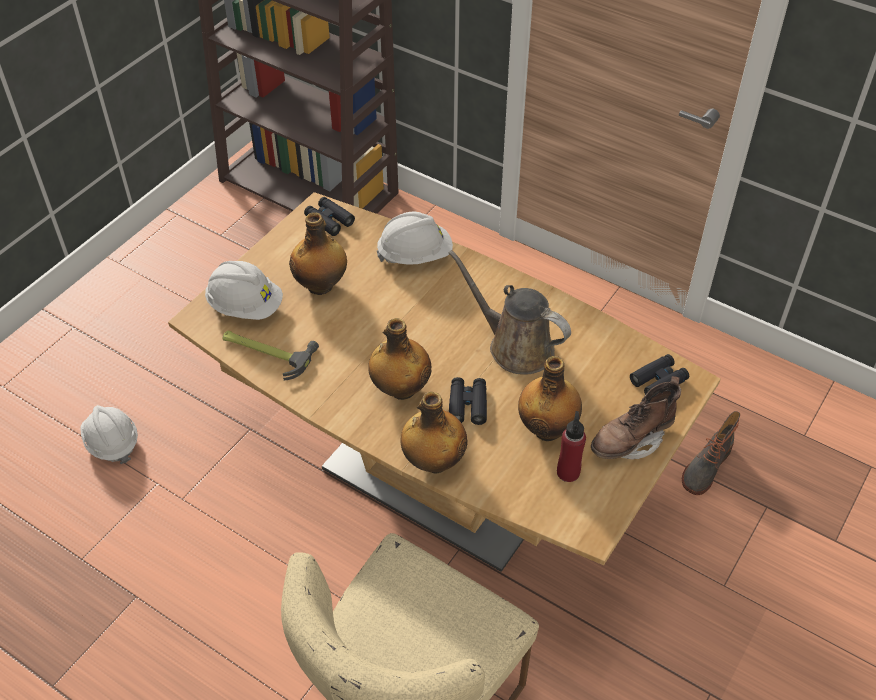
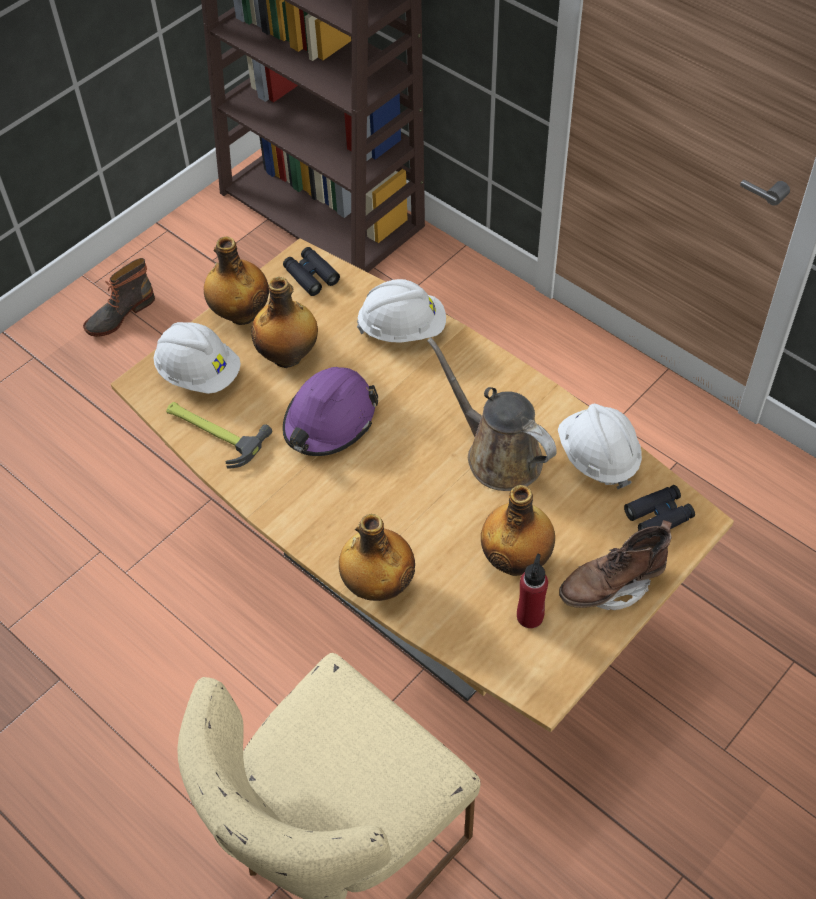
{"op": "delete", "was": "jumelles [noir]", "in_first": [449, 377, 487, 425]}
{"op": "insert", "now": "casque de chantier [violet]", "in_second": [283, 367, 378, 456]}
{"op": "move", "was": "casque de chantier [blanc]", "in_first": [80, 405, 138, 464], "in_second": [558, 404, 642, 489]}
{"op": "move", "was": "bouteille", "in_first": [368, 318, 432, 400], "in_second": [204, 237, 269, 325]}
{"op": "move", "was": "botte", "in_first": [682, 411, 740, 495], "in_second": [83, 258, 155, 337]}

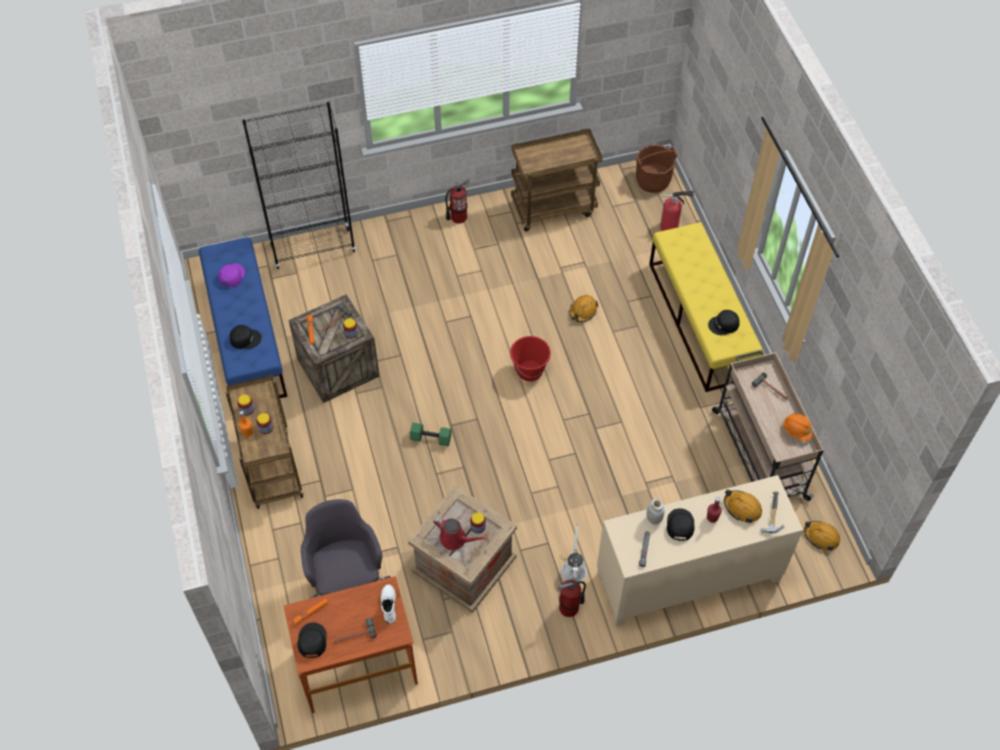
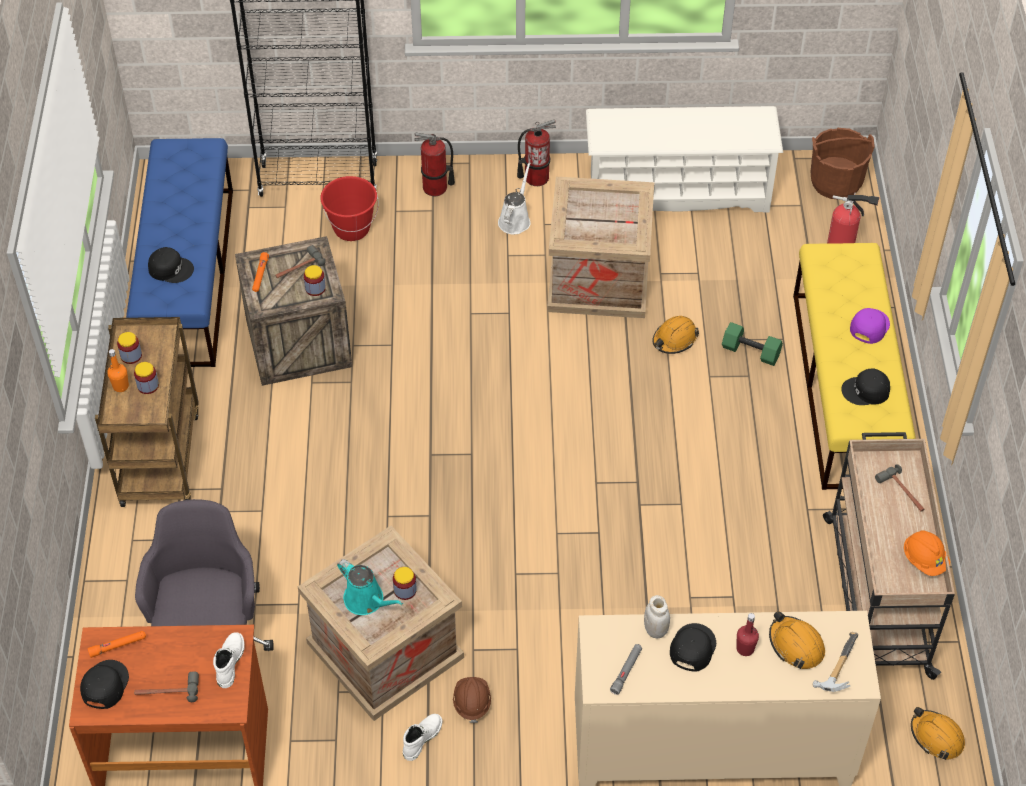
{"op": "insert", "now": "botte [blanc]", "in_second": [403, 714, 443, 761]}
{"op": "insert", "now": "casque de chantier [marron]", "in_second": [453, 677, 491, 723]}
{"op": "insert", "now": "caisse", "in_second": [547, 177, 654, 318]}
{"op": "move", "was": "casquette [violet]", "in_first": [218, 263, 245, 288], "in_second": [850, 308, 890, 344]}
{"op": "move", "was": "haltère [vert]", "in_first": [410, 423, 452, 446], "in_second": [722, 322, 783, 366]}
{"op": "move", "was": "seau [rouge]", "in_first": [510, 336, 551, 382], "in_second": [320, 176, 379, 241]}
{"op": "move", "was": "extincteur", "in_first": [557, 580, 586, 617], "in_second": [414, 132, 455, 196]}
{"op": "move", "was": "arrosoir [blanc]", "in_first": [561, 524, 587, 582], "in_second": [498, 162, 530, 234]}
{"op": "replace", "was": "chariot [marron]", "now": "étagère à chaussures [blanc]", "in_first": [511, 129, 603, 232], "in_second": [586, 106, 783, 213]}
{"op": "recolor", "was": "arrosoir [rouge]", "now": "arrosoir [turquoise]", "in_first": [433, 517, 487, 550], "in_second": [337, 559, 403, 615]}

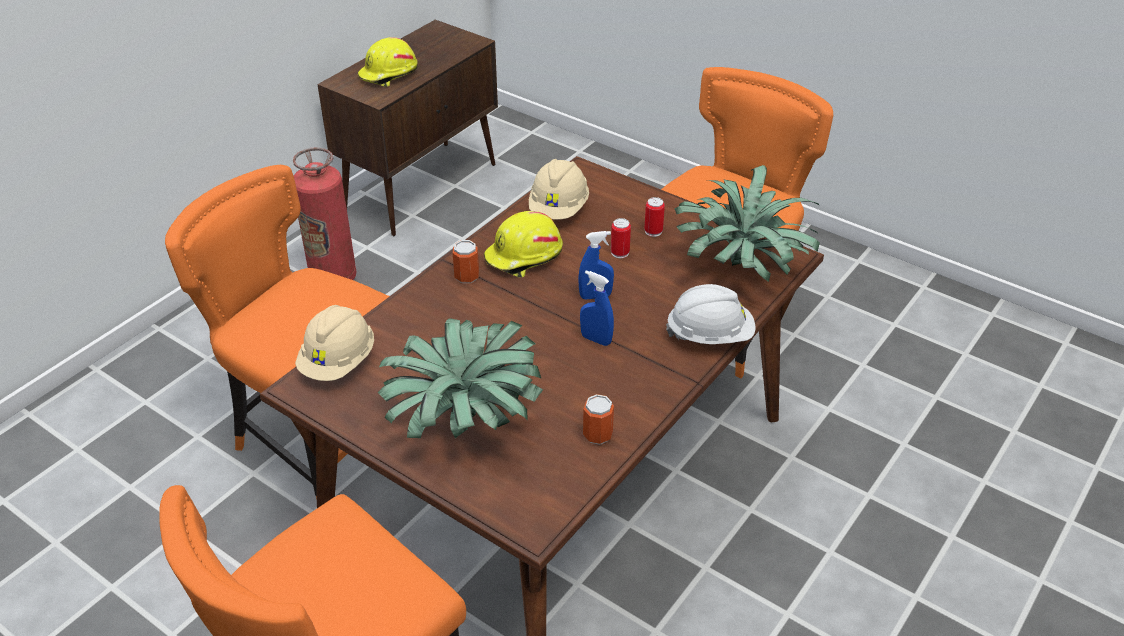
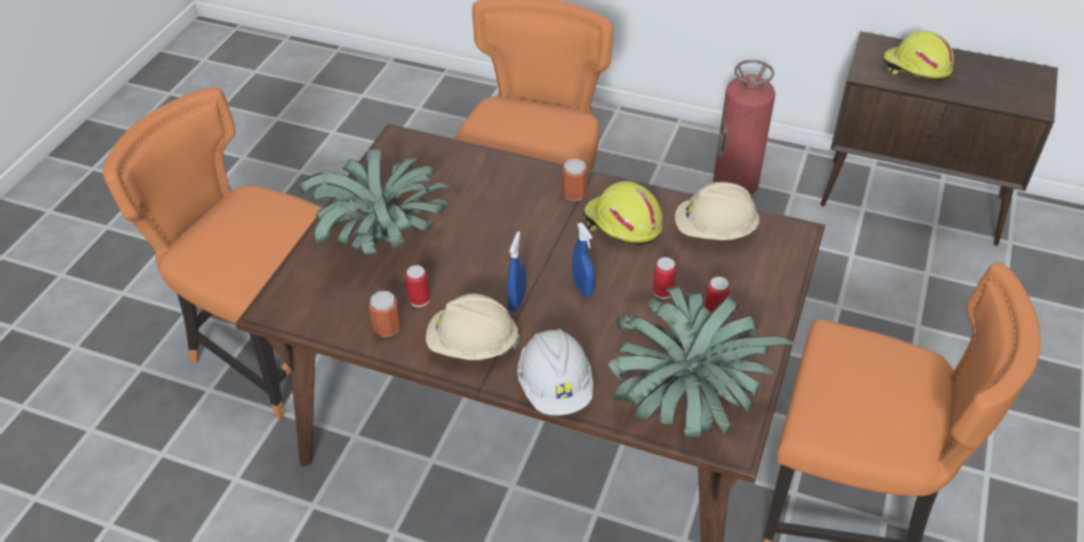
{"op": "insert", "now": "boîte métallique", "in_second": [405, 265, 430, 307]}
{"op": "move", "was": "casque de chantier [beige]", "in_first": [295, 305, 374, 381], "in_second": [426, 294, 520, 360]}

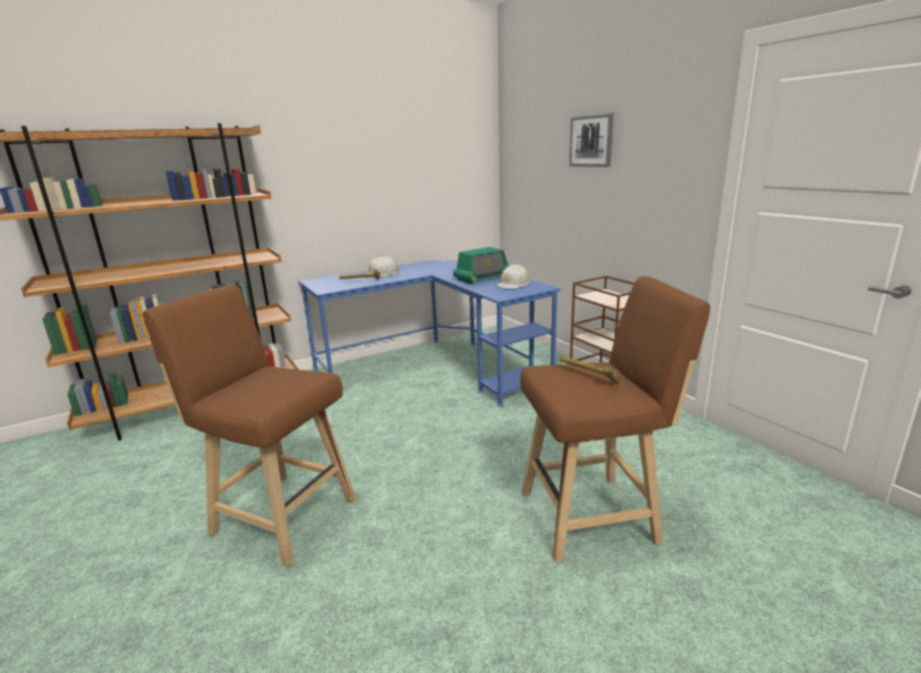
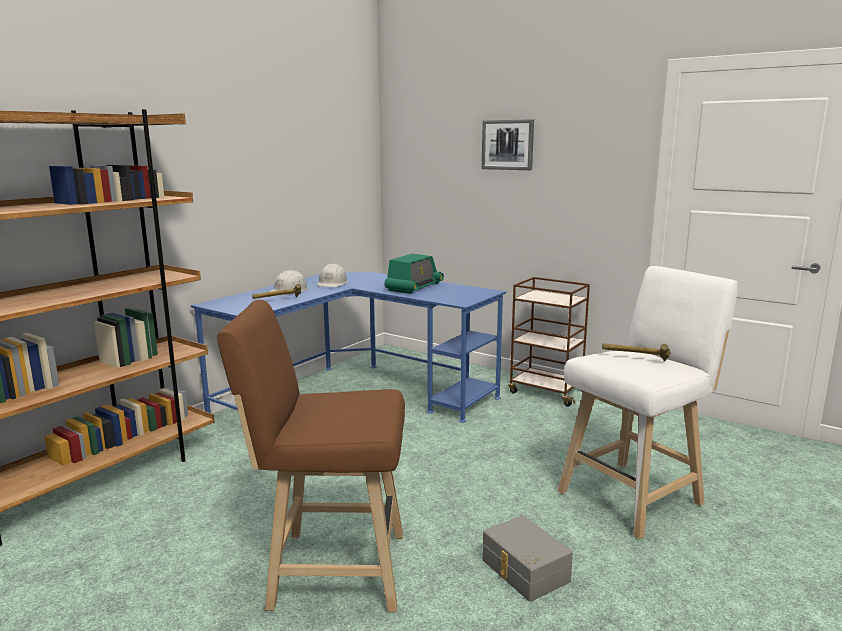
{"op": "insert", "now": "boîte de rangement [gris]", "in_second": [482, 515, 573, 602]}
{"op": "move", "was": "casque de chantier [blanc]", "in_first": [497, 264, 530, 289], "in_second": [318, 264, 348, 287]}
{"op": "recolor", "was": "tabouret [marron]", "now": "tabouret [blanc]", "in_first": [520, 276, 710, 563], "in_second": [558, 266, 738, 539]}

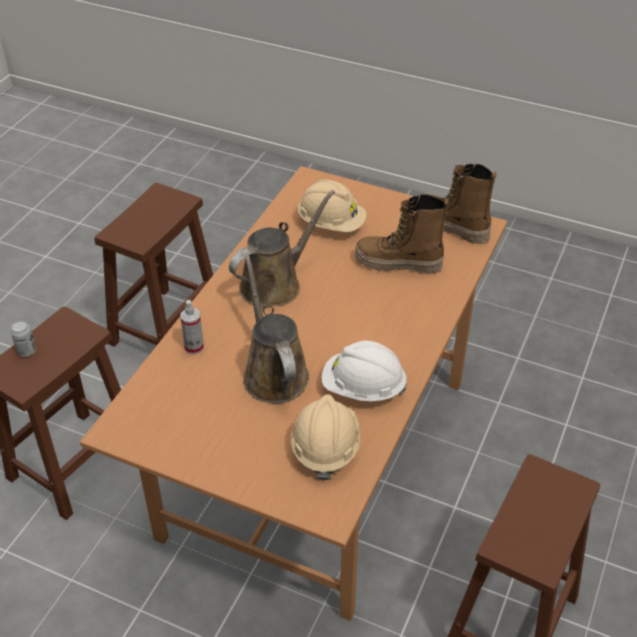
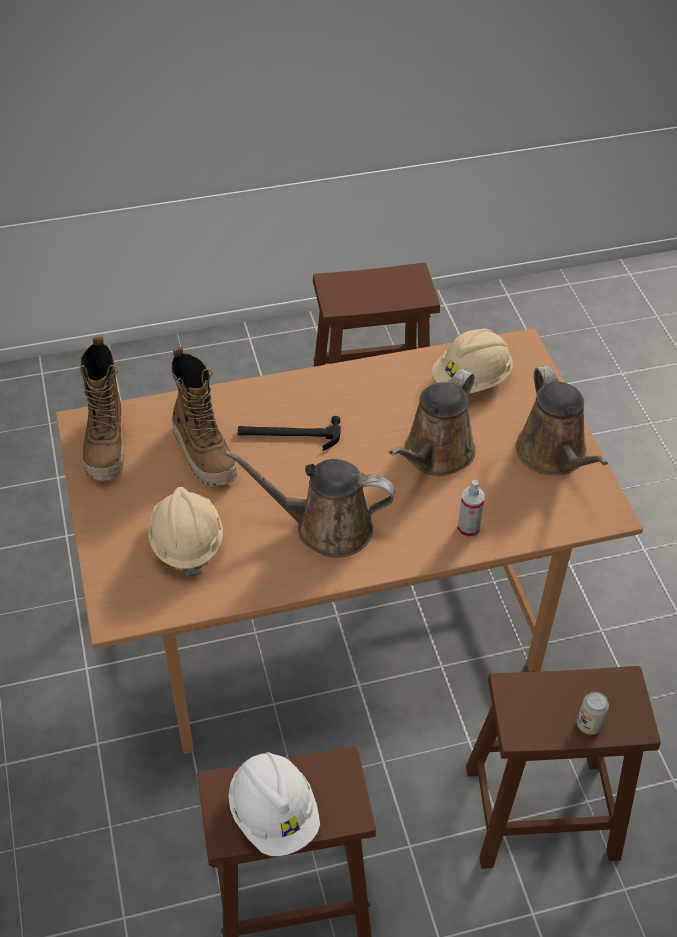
{"op": "insert", "now": "marteau", "in_second": [238, 416, 341, 451]}
{"op": "insert", "now": "arrosoir [marron]", "in_second": [516, 365, 608, 475]}
{"op": "move", "was": "casque de chantier [blanc]", "in_first": [322, 341, 407, 401], "in_second": [229, 752, 320, 856]}

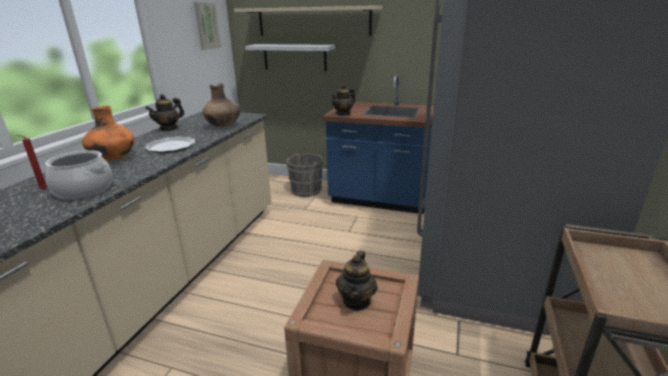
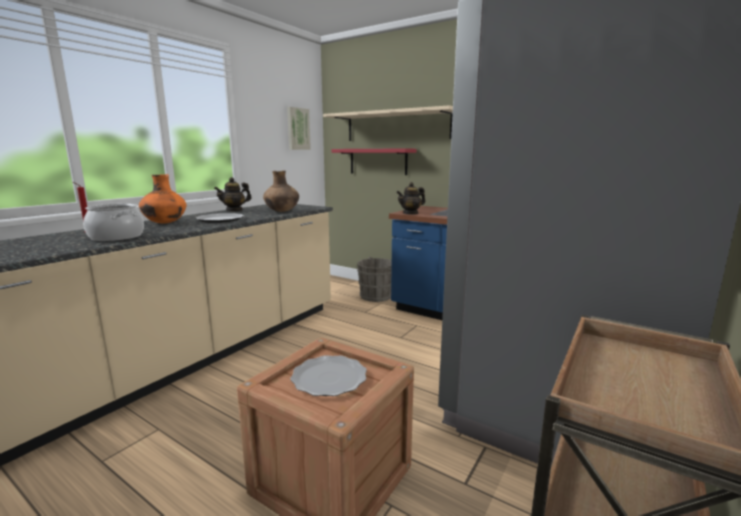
{"op": "replace", "was": "théière", "now": "assiette", "in_first": [336, 251, 378, 311], "in_second": [290, 355, 367, 396]}
{"op": "recolor", "was": "étagère [blanc]", "now": "étagère [rouge]", "in_first": [245, 44, 335, 72], "in_second": [331, 148, 416, 175]}

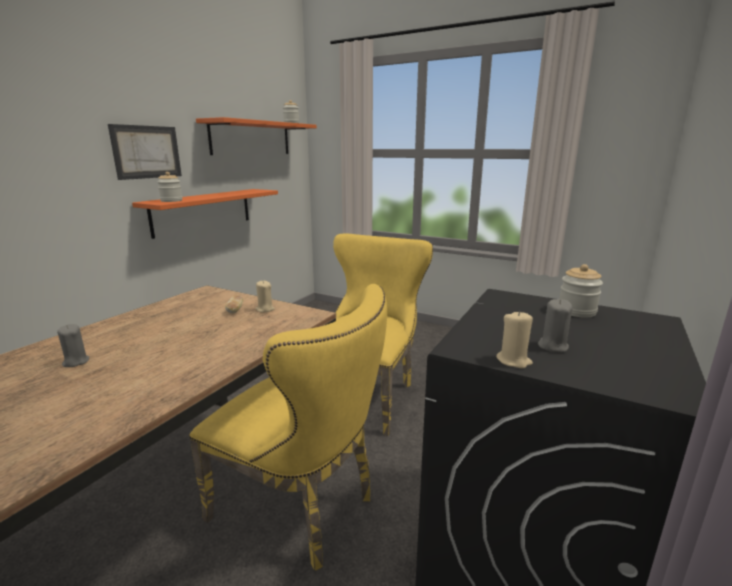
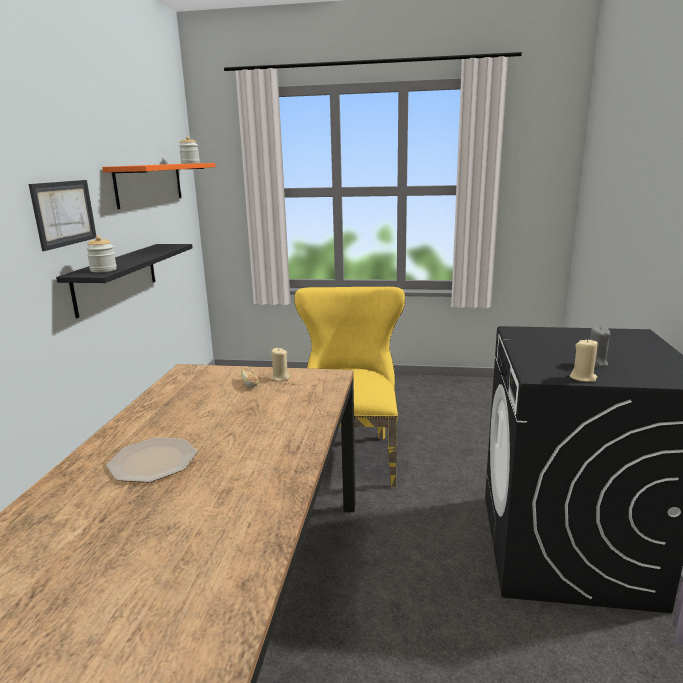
{"op": "delete", "was": "chaise [jaune]", "in_first": [189, 284, 387, 571]}
{"op": "delete", "was": "bocal", "in_first": [559, 264, 603, 317]}
{"op": "replace", "was": "bougie [gris]", "now": "assiette", "in_first": [57, 324, 89, 367], "in_second": [106, 438, 197, 483]}
{"op": "recolor", "was": "étagère [orange]", "now": "étagère [noir]", "in_first": [132, 189, 278, 239], "in_second": [56, 244, 193, 318]}

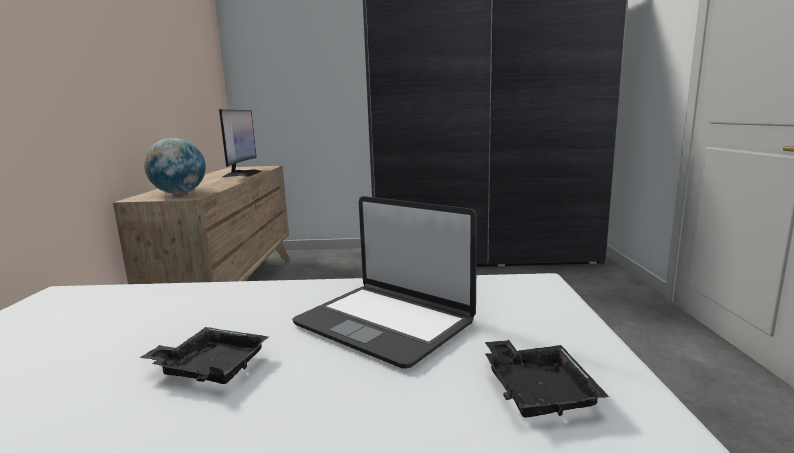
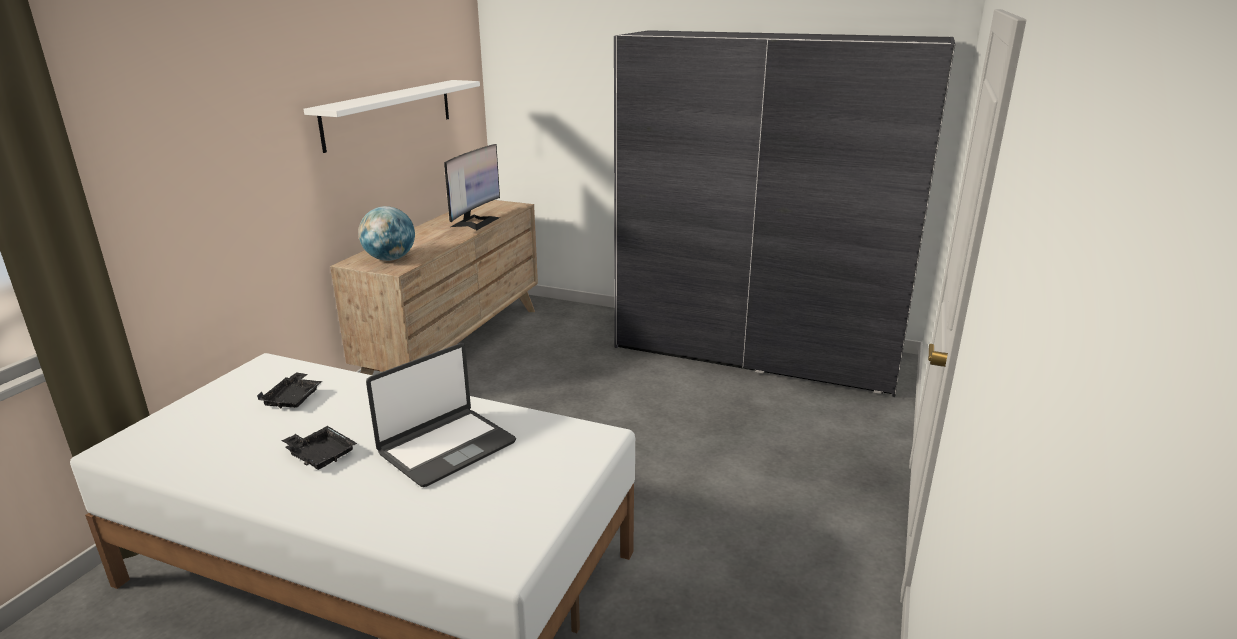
{"op": "insert", "now": "étagère [blanc]", "in_second": [303, 80, 480, 153]}
{"op": "move", "was": "plateau [noir]", "in_first": [485, 340, 609, 417], "in_second": [257, 372, 322, 409]}
{"op": "rotate", "was": "ordinateur portable", "in_first": [292, 196, 477, 368], "in_second": [366, 343, 516, 487], "clockwise": -105}

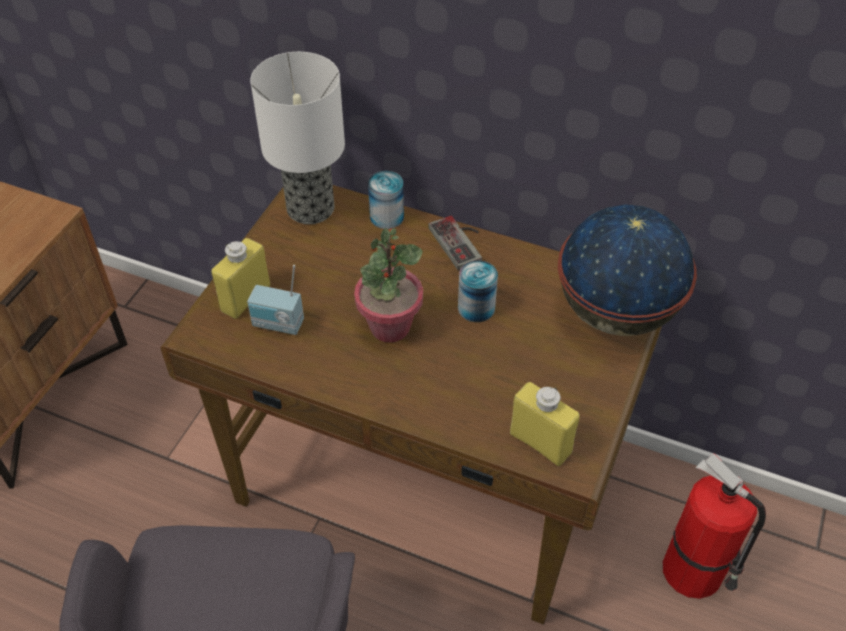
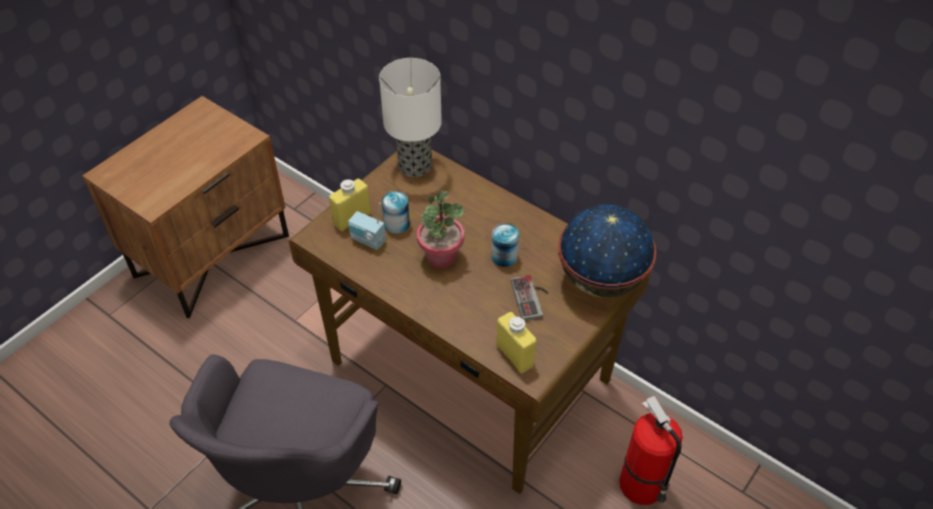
{"op": "move", "was": "boîte métallique", "in_first": [368, 171, 404, 229], "in_second": [382, 191, 410, 234]}
{"op": "move", "was": "manette", "in_first": [428, 216, 482, 270], "in_second": [511, 275, 548, 321]}

